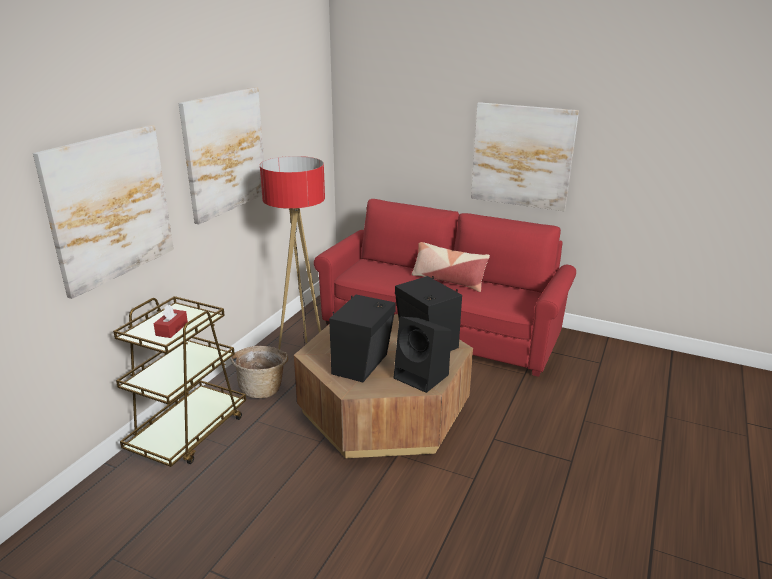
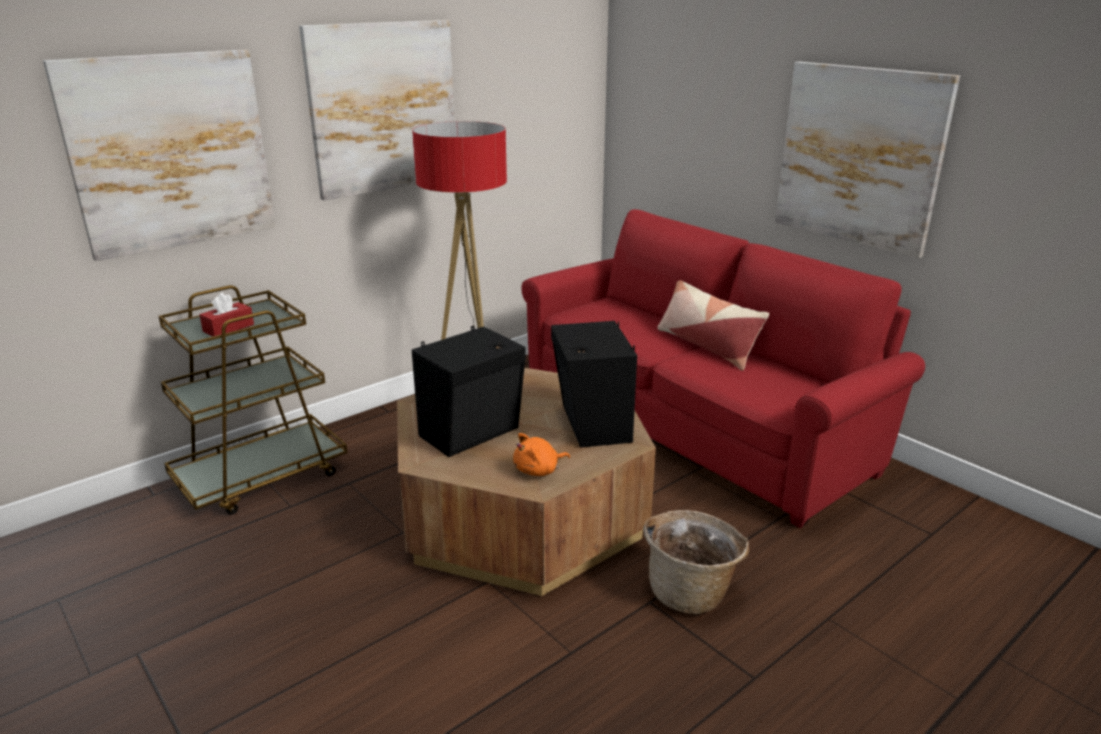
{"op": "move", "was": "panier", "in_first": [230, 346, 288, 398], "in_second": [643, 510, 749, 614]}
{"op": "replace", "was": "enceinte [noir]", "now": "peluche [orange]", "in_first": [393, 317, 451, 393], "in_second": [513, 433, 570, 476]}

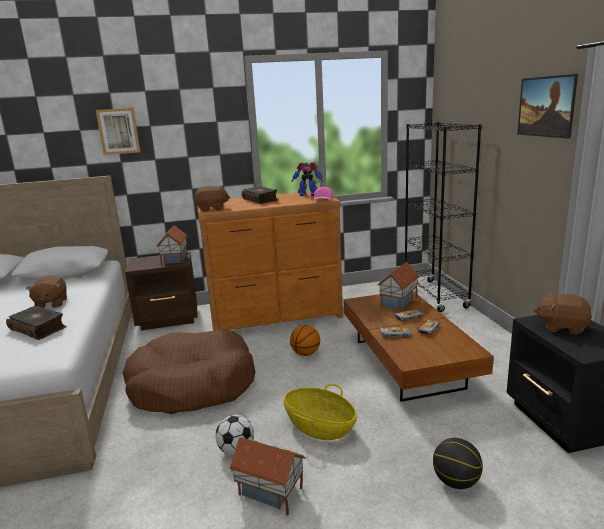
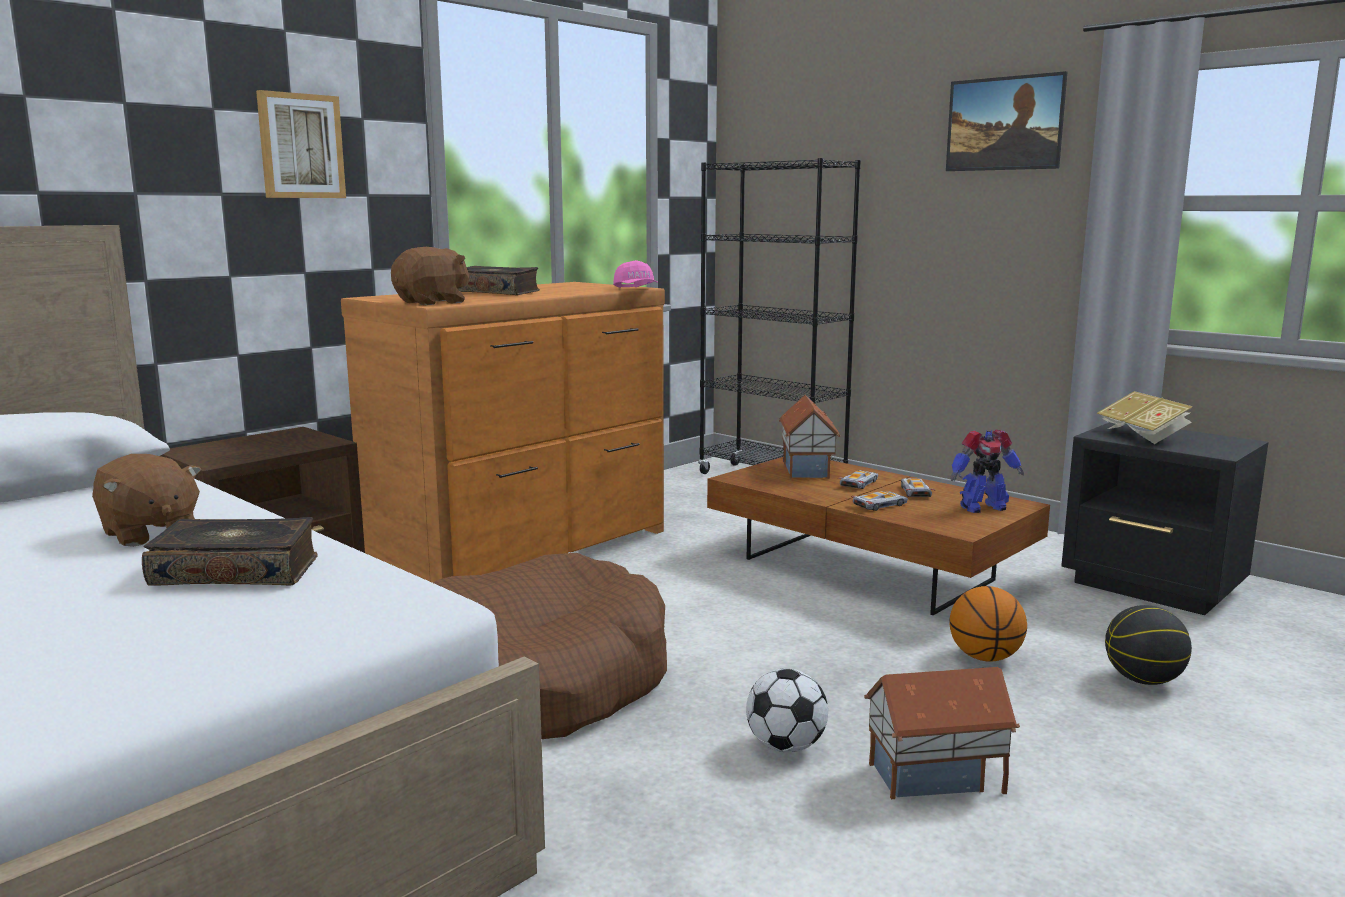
{"op": "delete", "was": "maison miniature", "in_first": [156, 225, 188, 266]}
{"op": "delete", "was": "panier", "in_first": [284, 384, 357, 440]}
{"op": "move", "was": "tableau", "in_first": [96, 108, 140, 155], "in_second": [256, 90, 346, 198]}
{"op": "move", "was": "ballon de basket", "in_first": [290, 325, 320, 356], "in_second": [949, 586, 1027, 662]}
{"op": "move", "was": "robot jouet", "in_first": [291, 162, 323, 196], "in_second": [950, 430, 1024, 513]}
{"op": "replace", "was": "peluche [marron]", "now": "livre", "in_first": [534, 292, 592, 334], "in_second": [1097, 391, 1193, 444]}

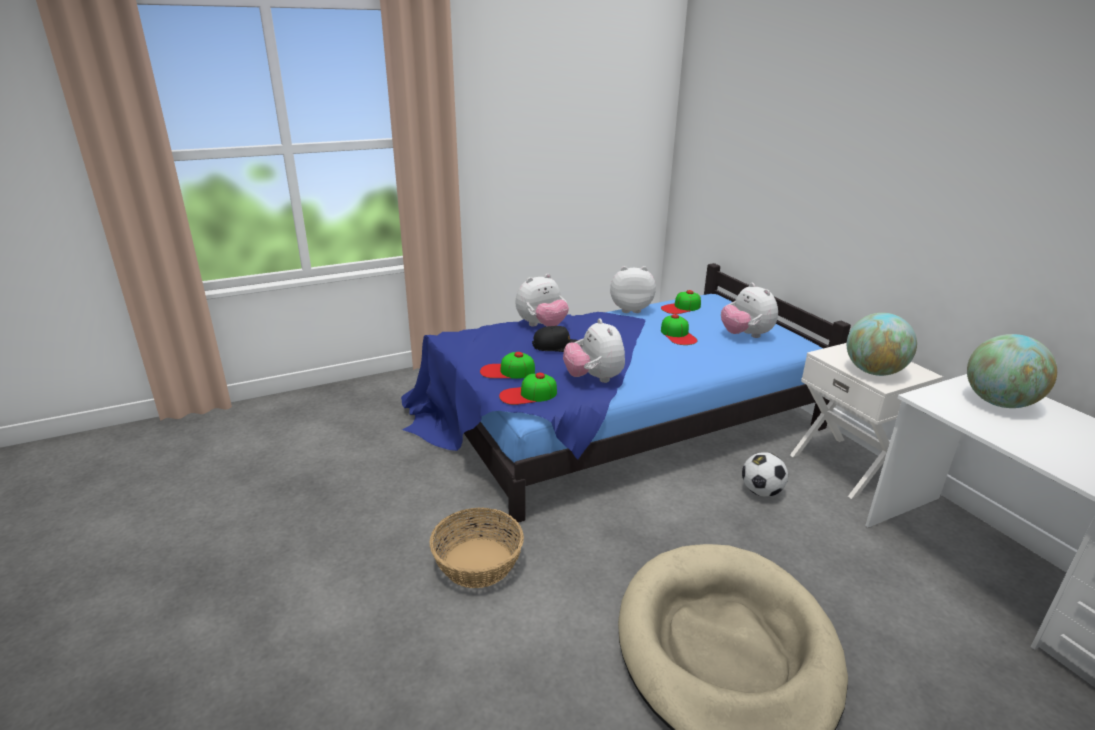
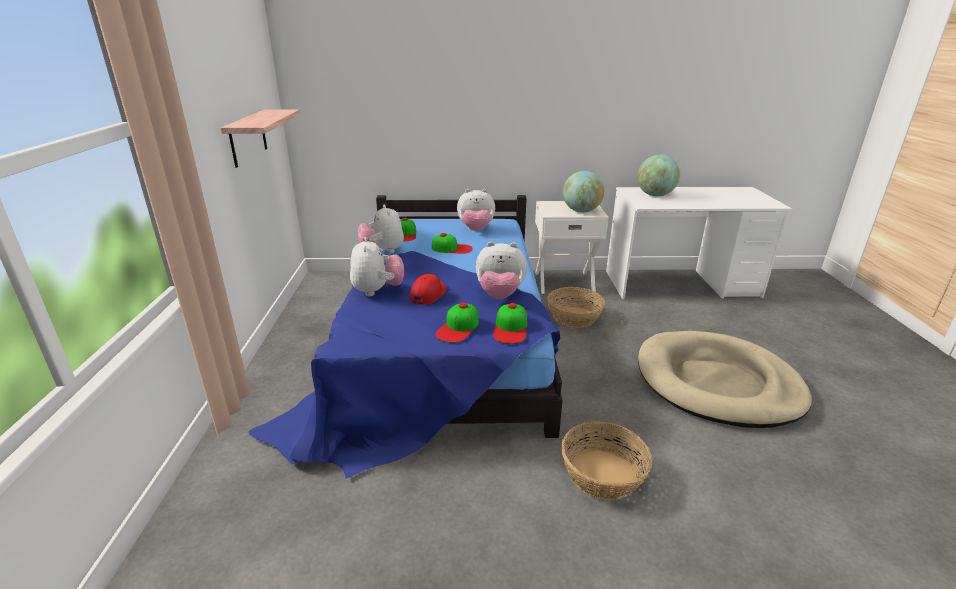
{"op": "insert", "now": "étagère", "in_second": [220, 109, 301, 168]}
{"op": "replace", "was": "ballon de foot", "now": "panier", "in_first": [742, 452, 788, 497], "in_second": [547, 287, 605, 328]}
{"op": "recolor", "was": "casquette [noir]", "now": "casquette [rouge]", "in_first": [532, 326, 578, 352], "in_second": [410, 274, 446, 305]}
{"op": "rotate", "was": "peluche", "in_first": [610, 266, 656, 313], "in_second": [358, 205, 404, 253], "clockwise": -45}

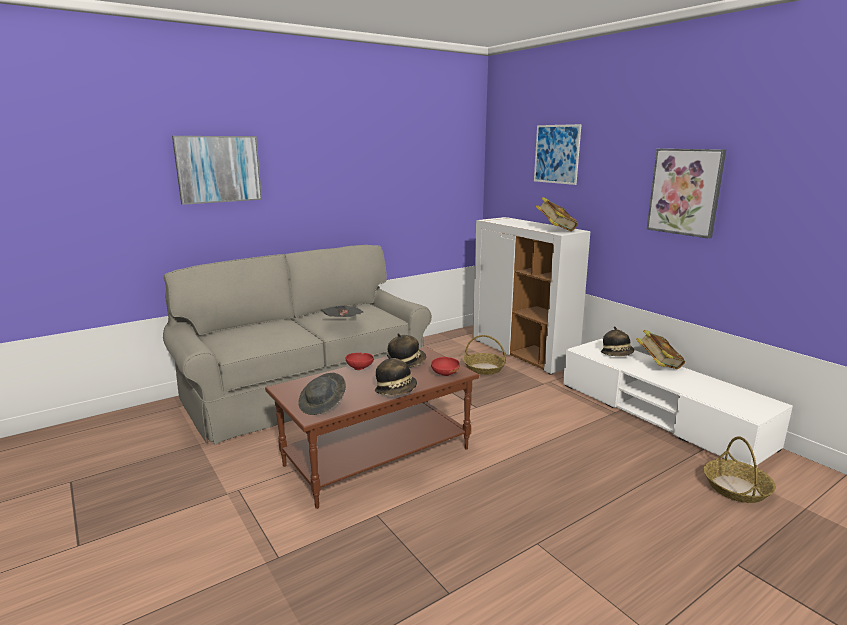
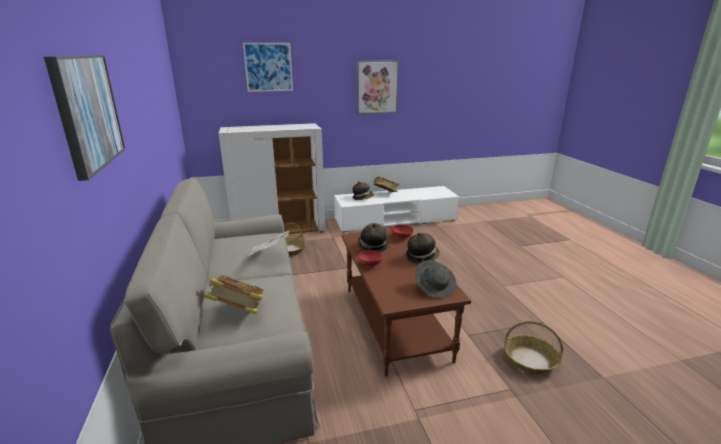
{"op": "move", "was": "livre", "in_first": [536, 197, 578, 231], "in_second": [204, 275, 264, 314]}
{"op": "move", "was": "panier", "in_first": [704, 436, 776, 503], "in_second": [504, 321, 563, 374]}

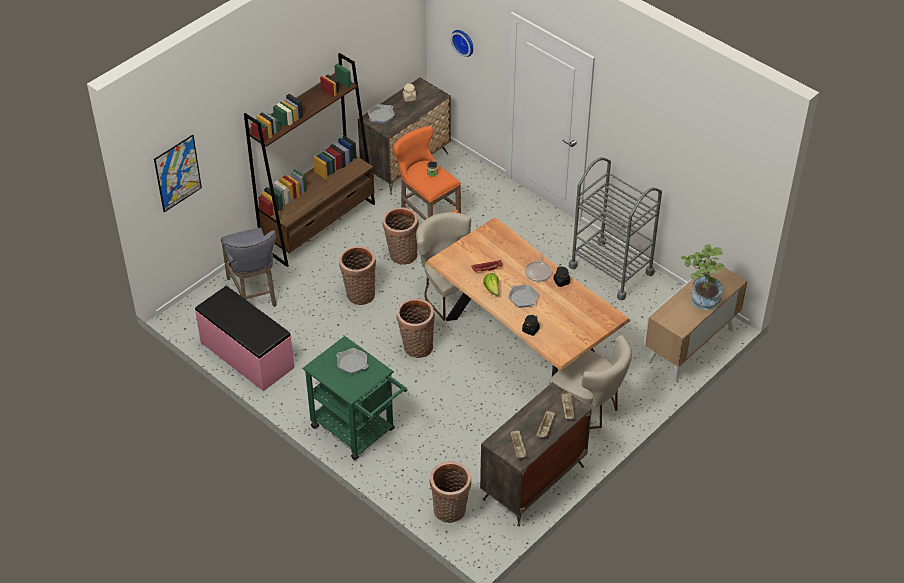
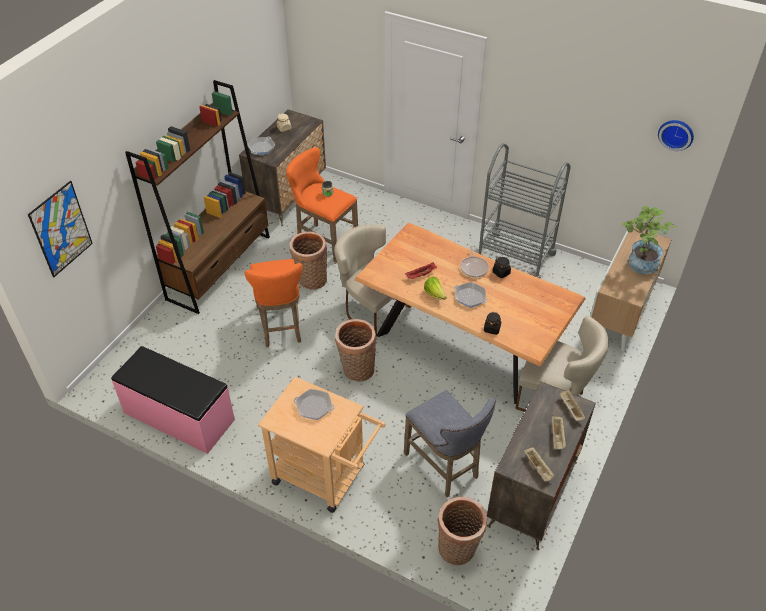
{"op": "move", "was": "tabouret [gris]", "in_first": [221, 228, 277, 307], "in_second": [404, 390, 496, 497]}
{"op": "move", "was": "horloge murale", "in_first": [451, 30, 473, 57], "in_second": [658, 120, 694, 151]}
{"op": "replace", "was": "panier", "now": "tabouret [orange]", "in_first": [339, 246, 376, 305], "in_second": [244, 259, 303, 348]}
{"op": "recolor", "was": "chariot [vert]", "now": "chariot [beige]", "in_first": [302, 336, 407, 460], "in_second": [258, 377, 386, 513]}

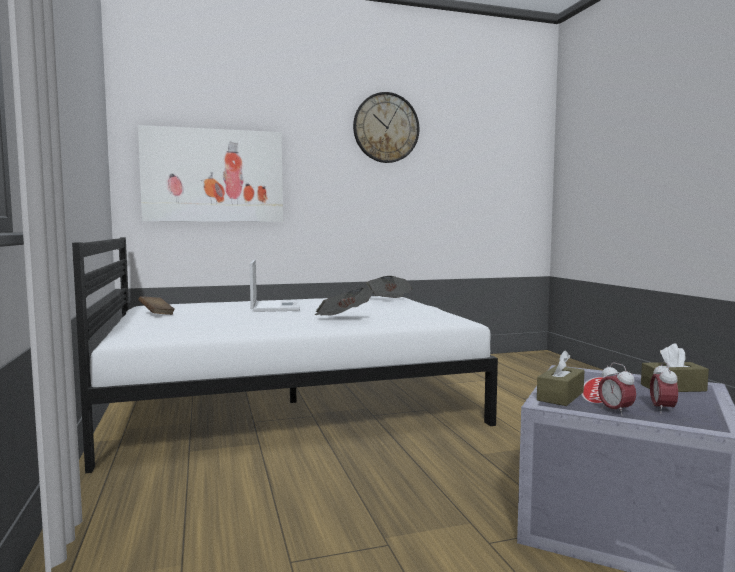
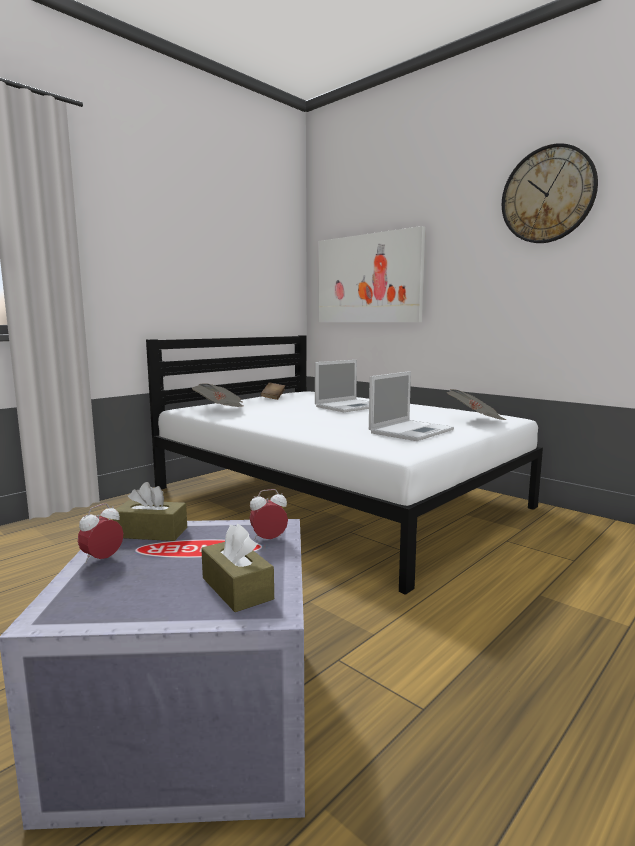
{"op": "insert", "now": "ordinateur portable", "in_second": [369, 371, 454, 441]}
{"op": "move", "was": "journal", "in_first": [314, 288, 373, 316], "in_second": [192, 383, 243, 407]}
{"op": "move", "was": "réveil", "in_first": [650, 361, 678, 414], "in_second": [249, 489, 288, 539]}

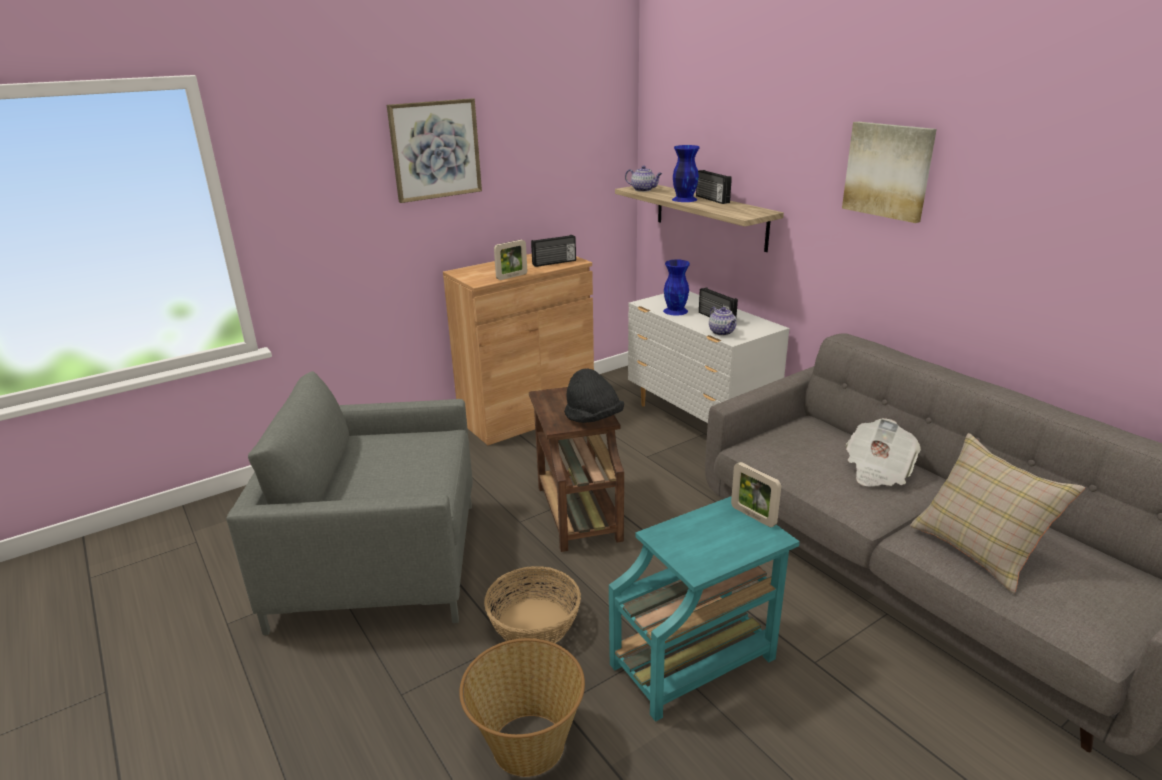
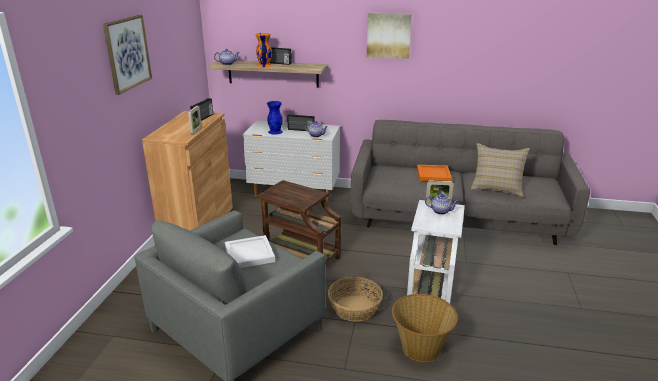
{"op": "delete", "was": "chapeau [noir]", "in_first": [564, 368, 624, 423]}
{"op": "insert", "now": "plateau [blanc]", "in_second": [225, 235, 275, 268]}
{"op": "insert", "now": "théière", "in_second": [425, 194, 459, 215]}
{"op": "replace", "was": "journal", "now": "plateau [orange]", "in_first": [846, 418, 921, 487], "in_second": [417, 165, 452, 181]}
{"op": "recolor", "was": "table d'appoint [turquoise]", "now": "table d'appoint [blanc]", "in_first": [609, 496, 800, 722], "in_second": [407, 200, 465, 304]}
{"op": "recolor", "was": "vase [bleu]", "now": "vase [orange]", "in_first": [672, 145, 700, 202], "in_second": [255, 33, 272, 67]}

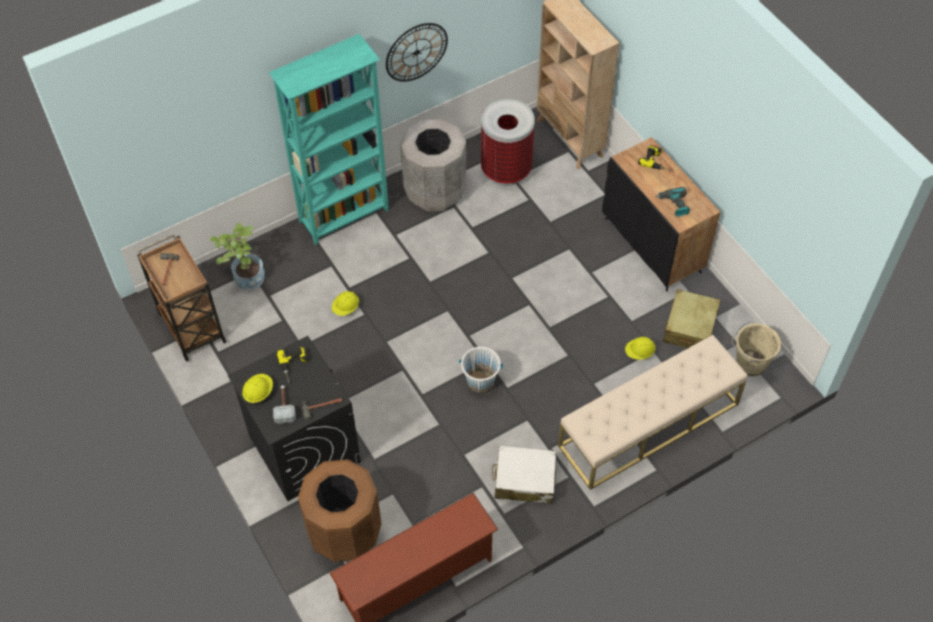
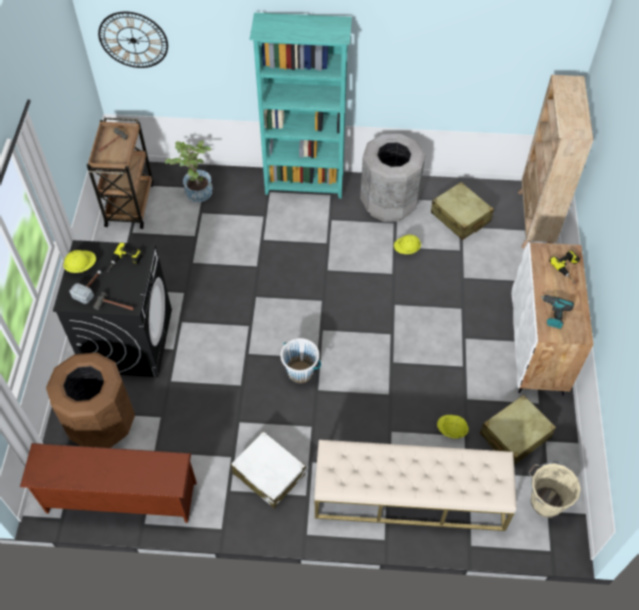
{"op": "move", "was": "casque de chantier [jaune]", "in_first": [332, 291, 359, 316], "in_second": [394, 235, 421, 255]}
{"op": "move", "was": "horloge murale", "in_first": [386, 23, 448, 82], "in_second": [98, 12, 168, 68]}
{"op": "replace", "was": "poubelle", "now": "valise [beige]", "in_first": [481, 99, 535, 186], "in_second": [431, 182, 494, 240]}
{"op": "recolor", "was": "meuble de rangement [noir]", "now": "meuble de rangement [blanc]", "in_first": [602, 137, 720, 292], "in_second": [511, 242, 593, 396]}

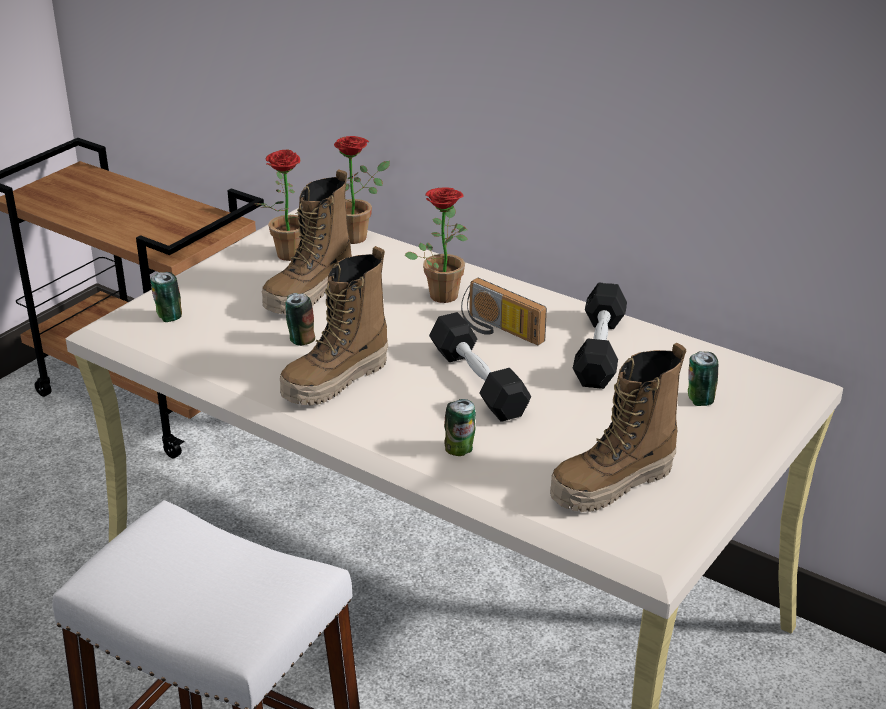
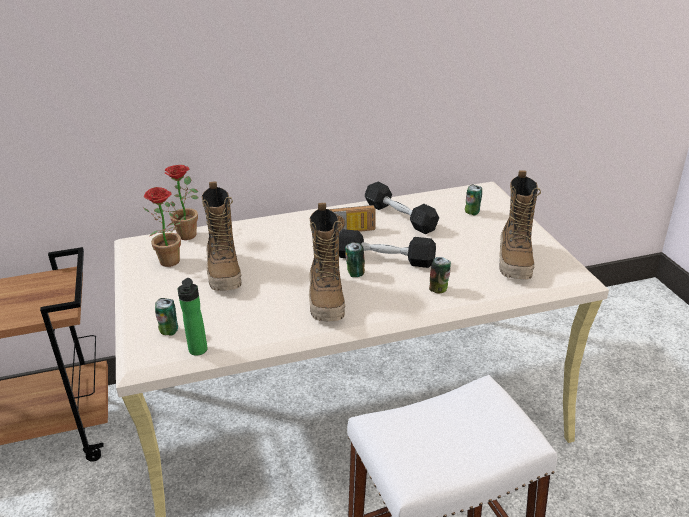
{"op": "delete", "was": "plante en pot", "in_first": [405, 187, 468, 303]}
{"op": "insert", "now": "bouteille", "in_second": [177, 278, 208, 356]}
{"op": "move", "was": "boîte métallique", "in_first": [286, 293, 315, 346], "in_second": [345, 242, 365, 277]}

